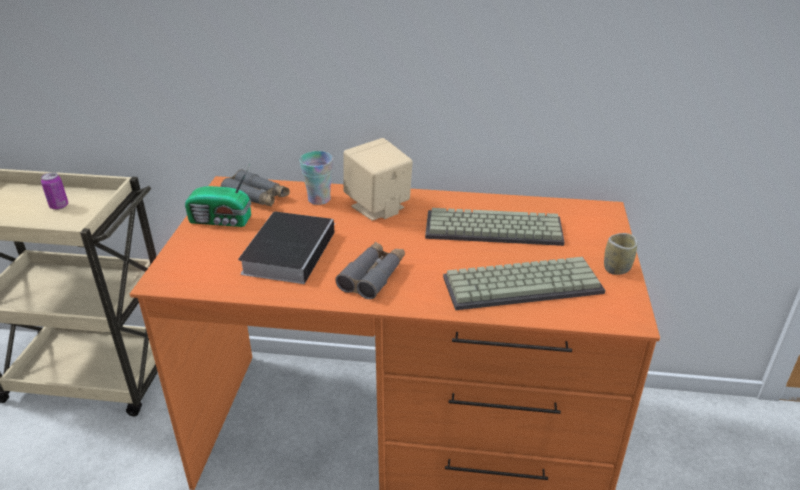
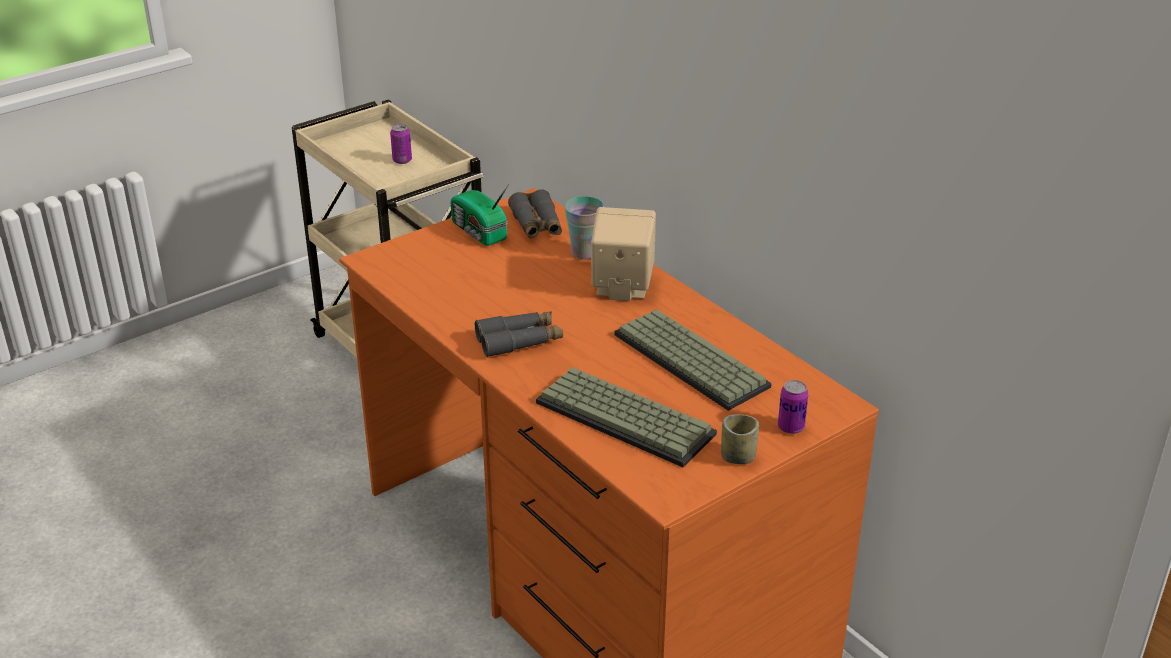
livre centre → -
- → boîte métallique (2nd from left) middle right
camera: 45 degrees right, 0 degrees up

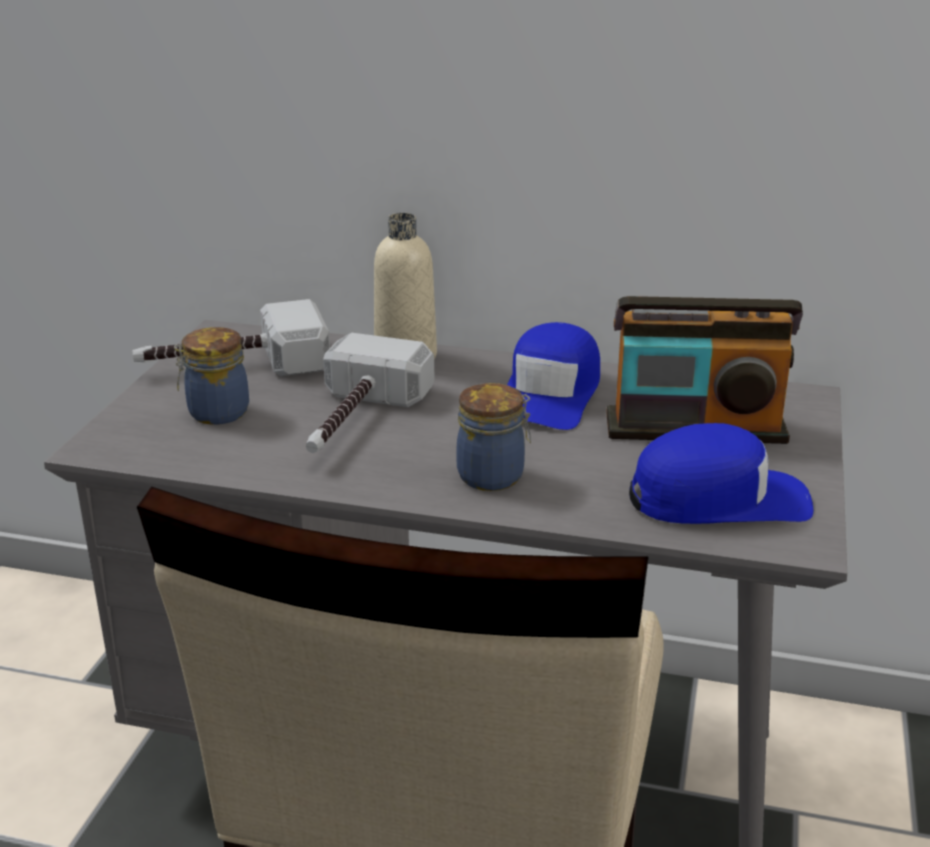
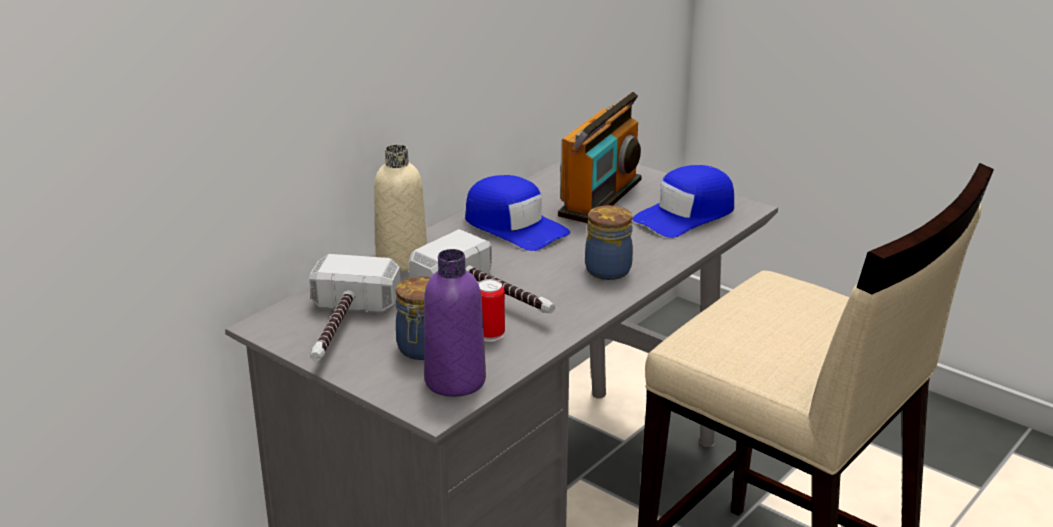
casquette (bleu) (2nd from left) middle right → casquette (bleu) (2nd from left) centre, 150 degrees counterclockwise
- → bouteille (violet) centre
- → boîte métallique centre
camera: 65 degrees left, 0 degrees up

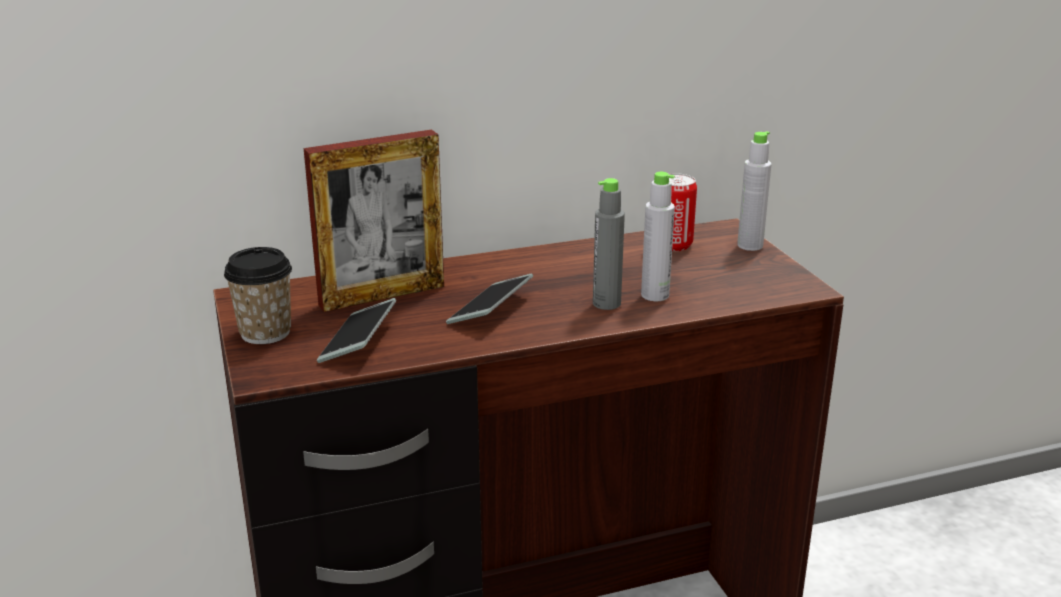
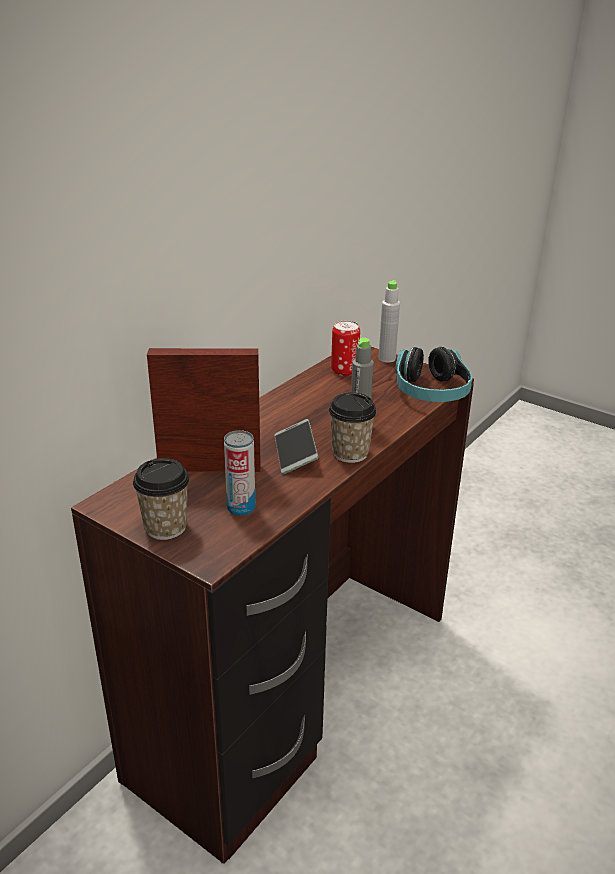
cadre photo centre → cadre photo middle left, 120 degrees counterclockwise
bouteille (gris) (2nd from left) centre → -
téléphone (1st from left) centre → boîte métallique (1st from left) centre
- → casque audio middle right
- → tasse (2nd from left) centre
camera: 35 degrees left, 5 degrees up

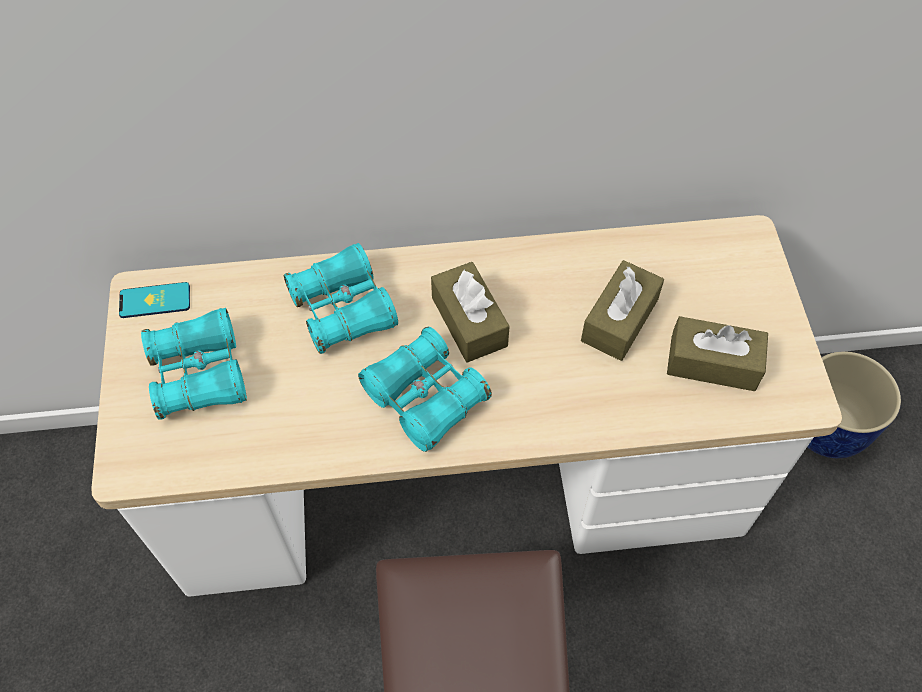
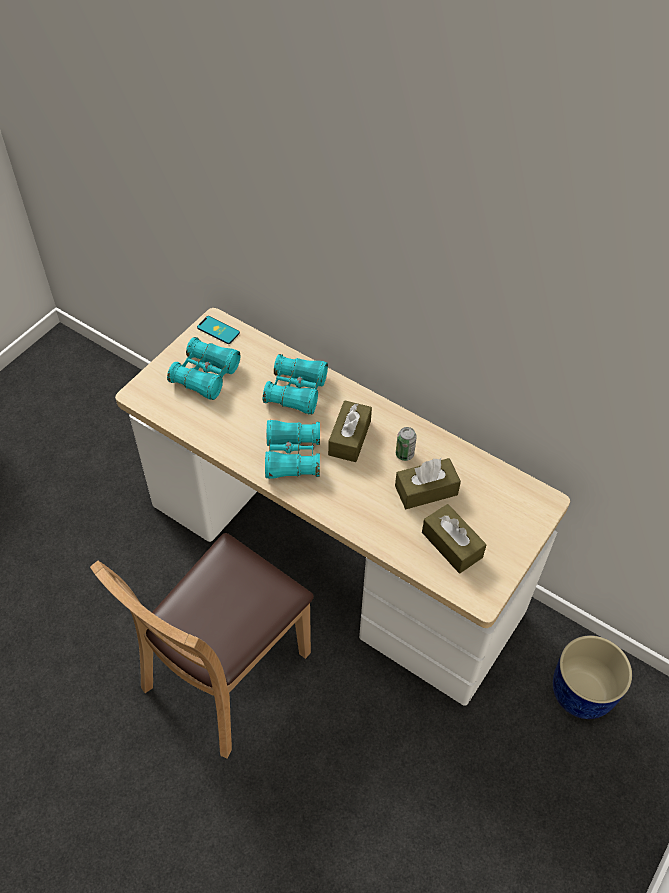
- → boîte métallique centre
camera: 40 degrees right, 5 degrees down

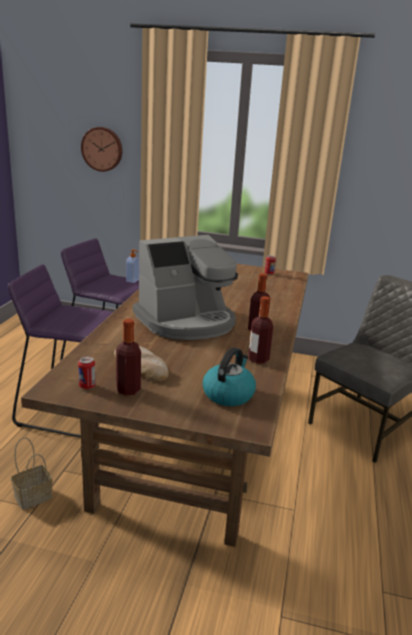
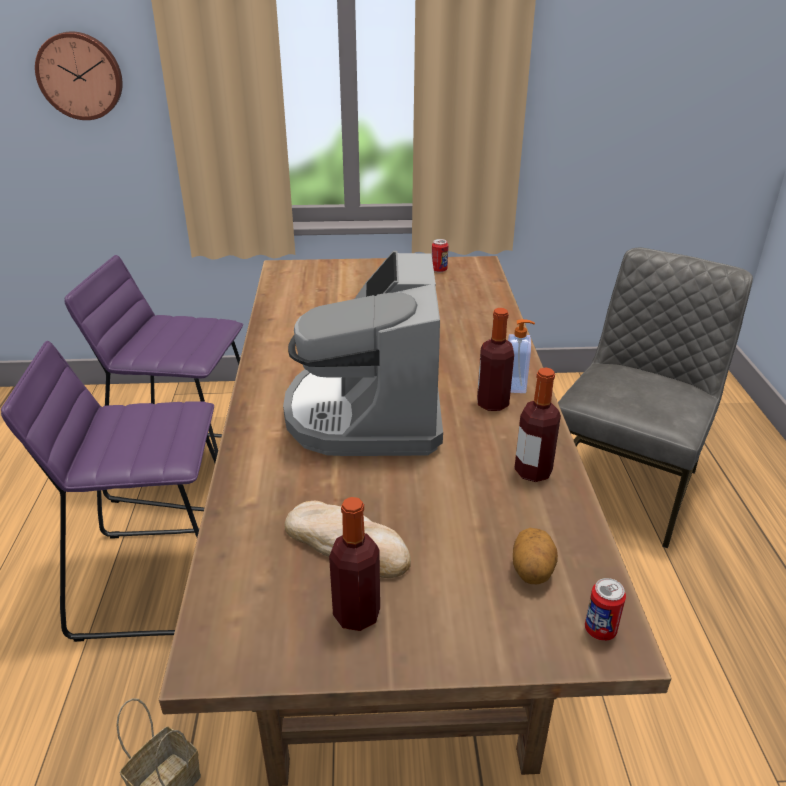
machine à café centre, 135 degrees clockwise
distributeur de savon middle left → distributeur de savon centre, moved
bouilloire centre → pomme de terre bottom right
boîte métallique (1st from left in the first image) middle left → boîte métallique (2nd from left) bottom right, moved
camera: 15 degrees left, 10 degrees up

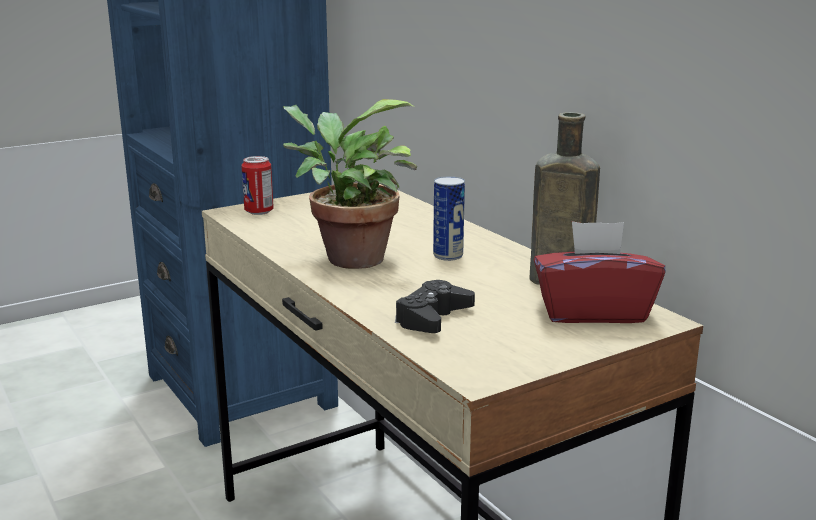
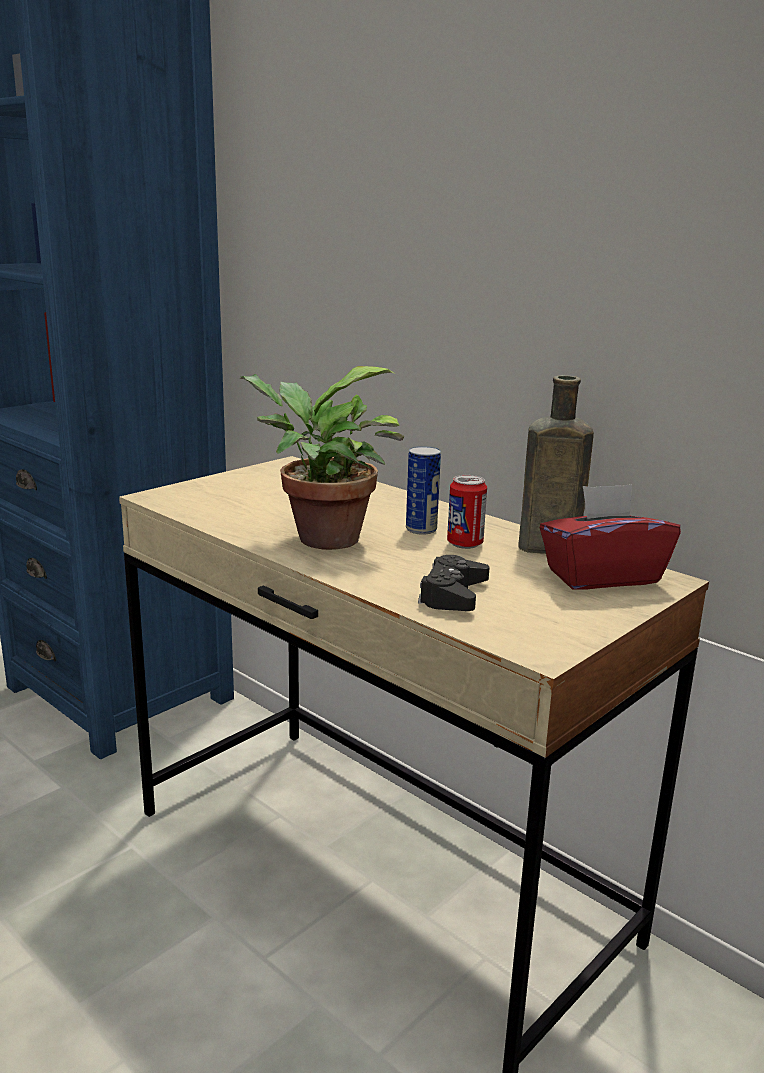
boîte métallique (1st from left in the first image) middle left → boîte métallique (2nd from left) centre, moved
camera: 15 degrees left, 0 degrees up

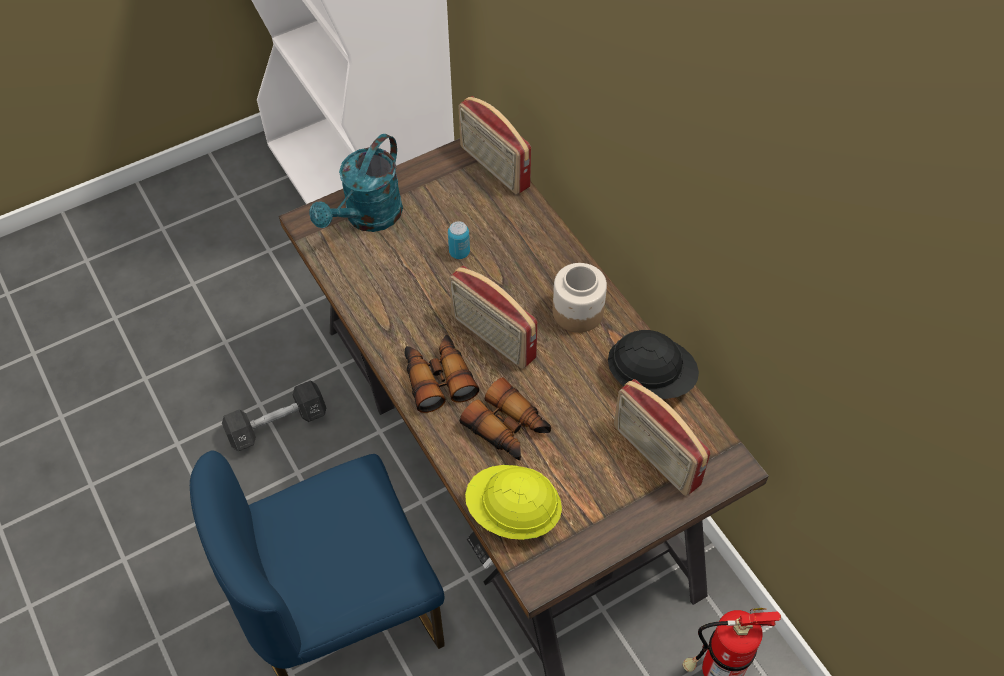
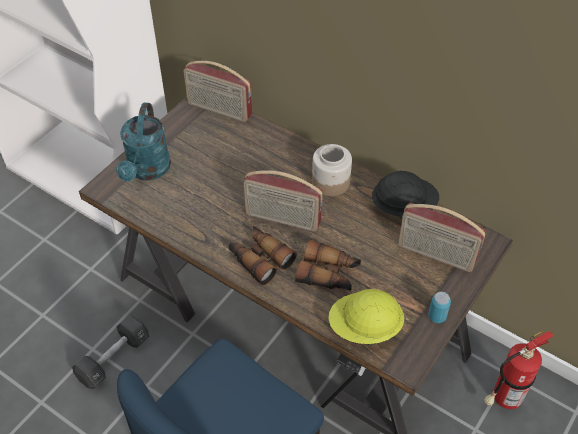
boîte métallique centre → boîte métallique bottom right, moved
camera: 25 degrees left, 5 degrees down

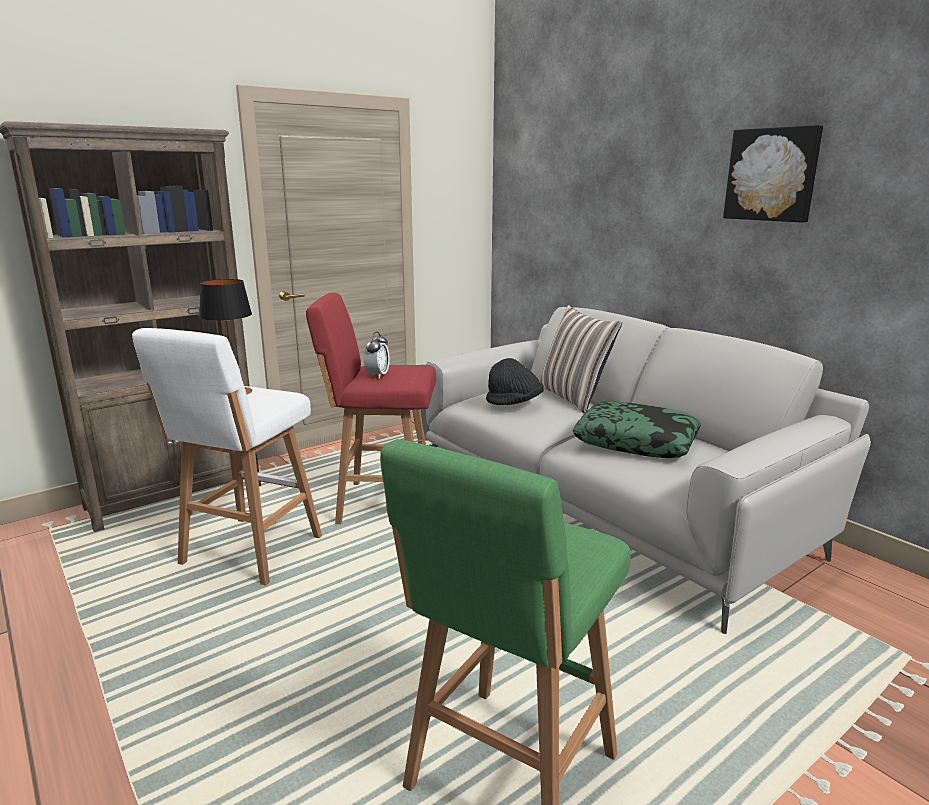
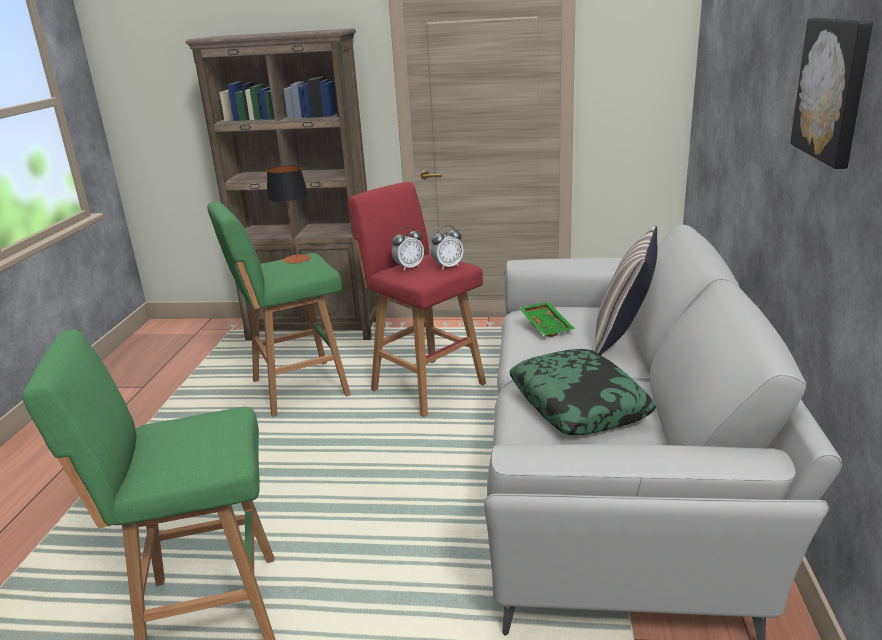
tabouret (blanc) middle left → tabouret (vert) (2nd from left) middle left
chapeau (noir) centre → plateau (vert) centre
- → réveil (2nd from left) centre
camera: 45 degrees right, 5 degrees up

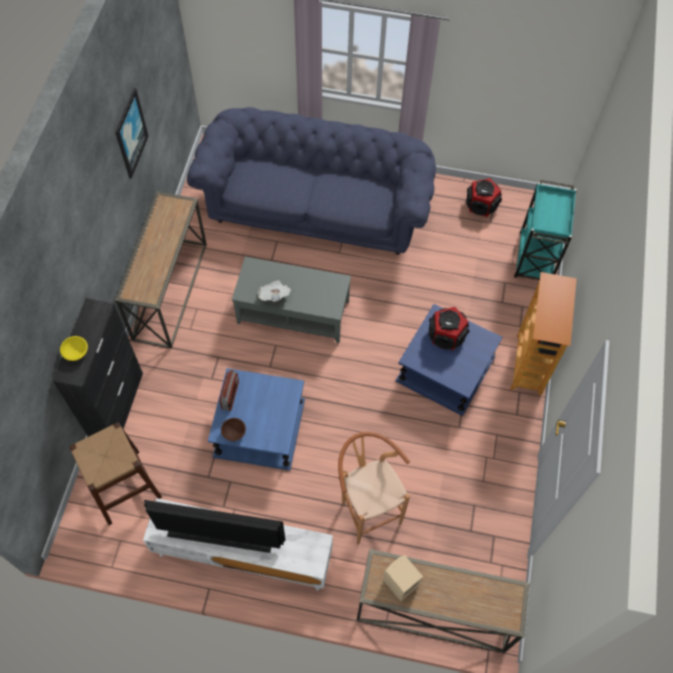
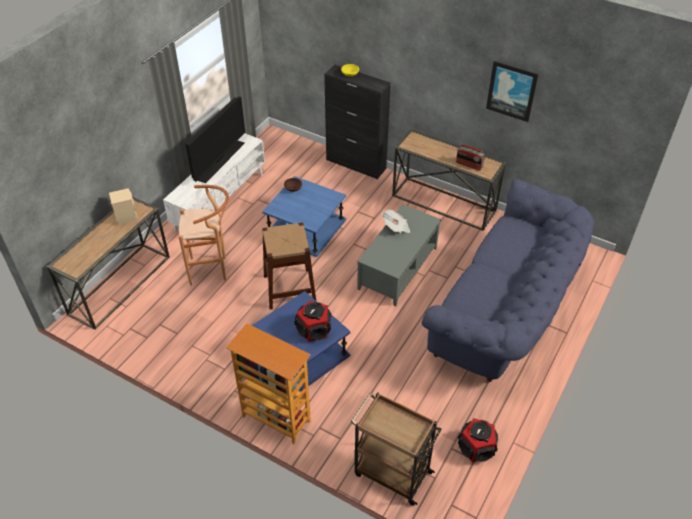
chariot (turquoise) middle right → chariot (marron) bottom centre
radio centre → radio top right, moved
tabouret (marron) (1st from left in the first image) bottom left → tabouret (marron) (2nd from left) centre, moved
camera: 110 degrees right, 15 degrees down

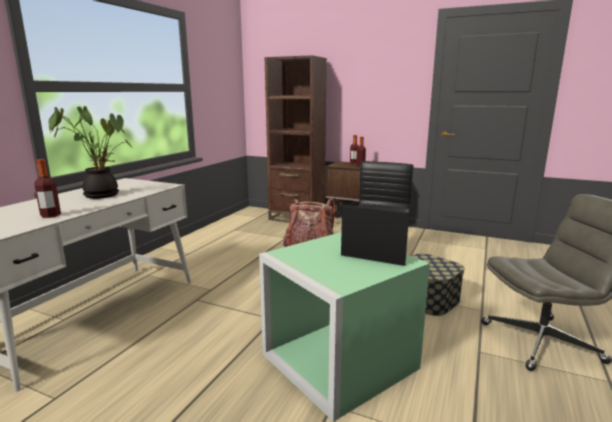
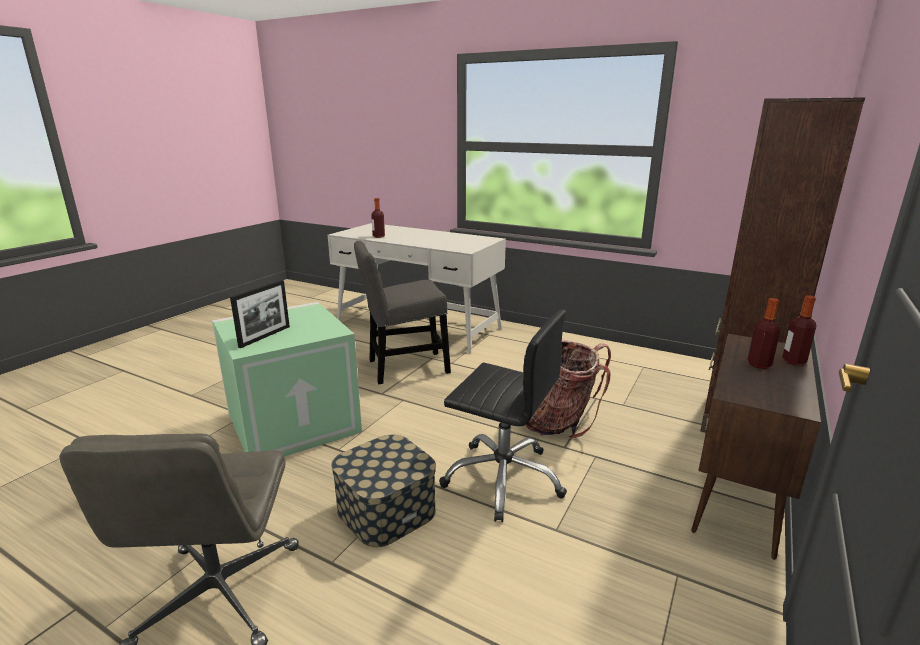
plante en pot middle left → -
- → chaise (gris) centre
camera: 95 degrees right, 5 degrees up

